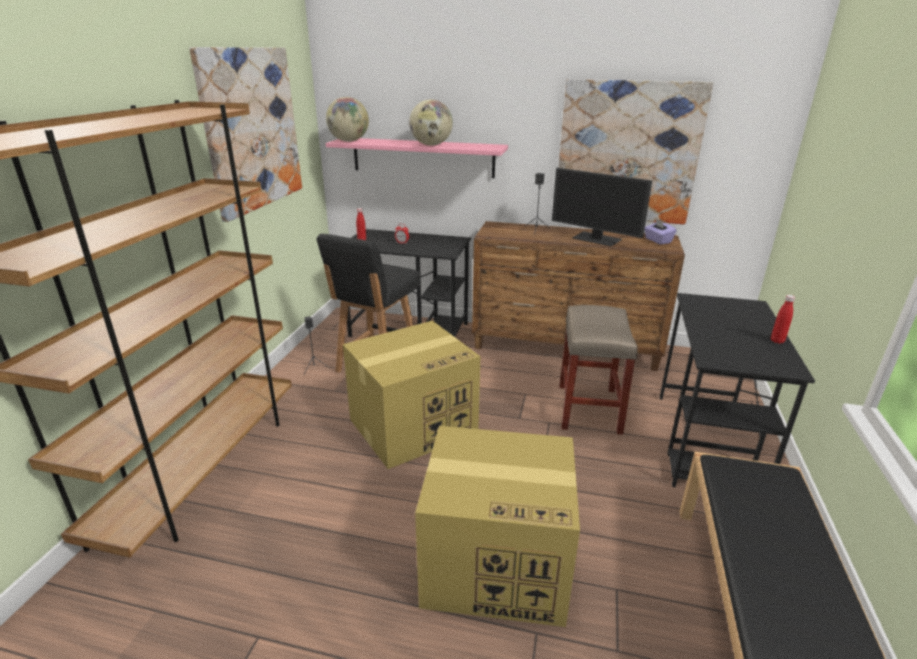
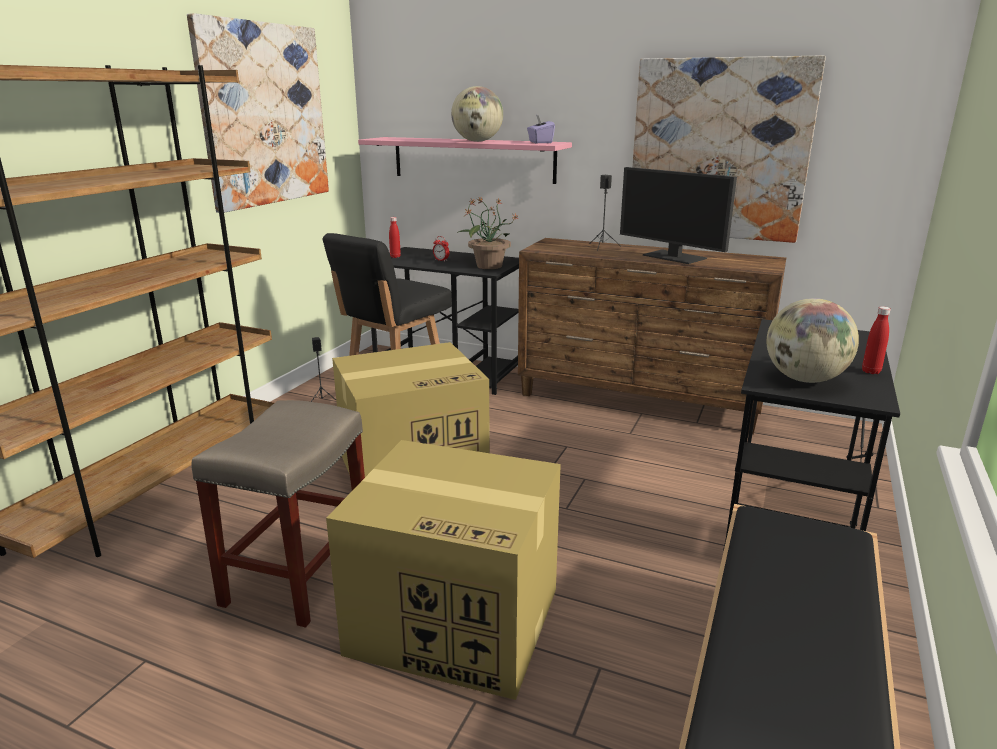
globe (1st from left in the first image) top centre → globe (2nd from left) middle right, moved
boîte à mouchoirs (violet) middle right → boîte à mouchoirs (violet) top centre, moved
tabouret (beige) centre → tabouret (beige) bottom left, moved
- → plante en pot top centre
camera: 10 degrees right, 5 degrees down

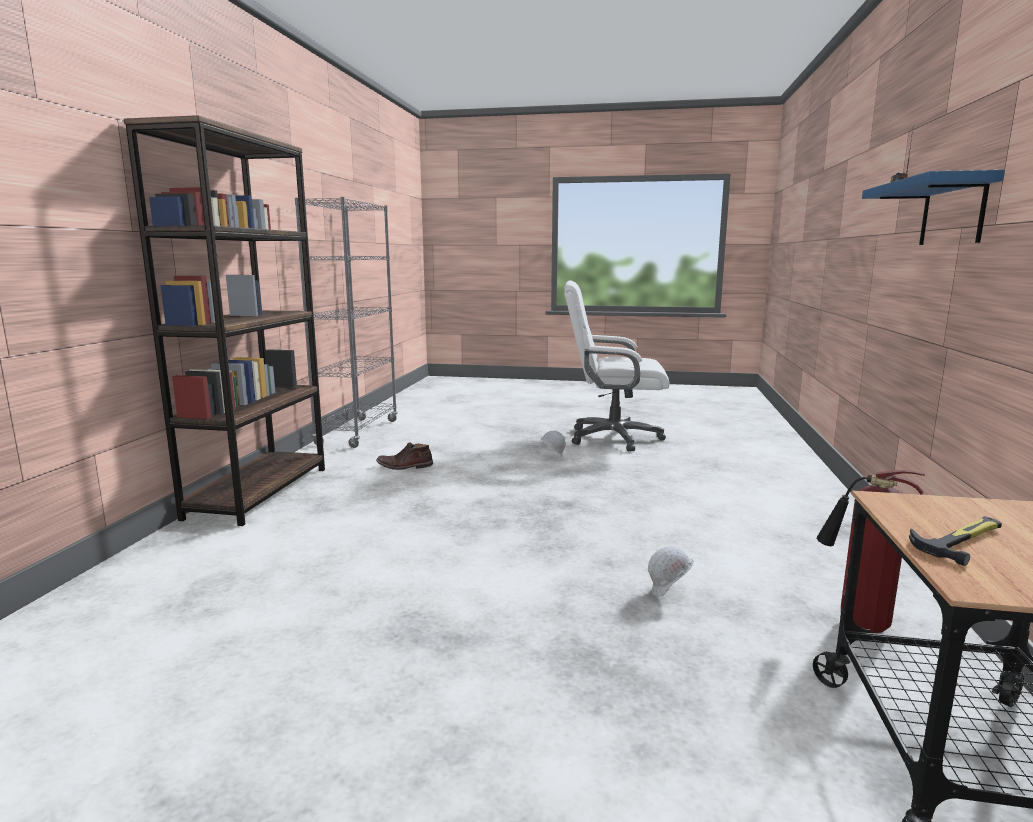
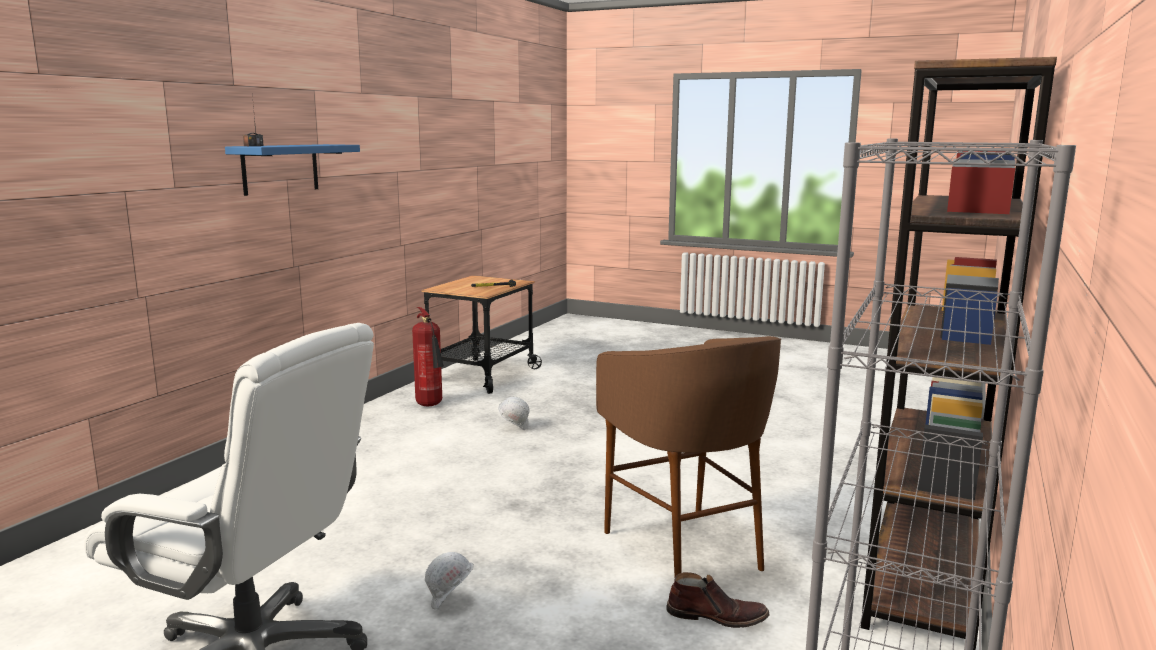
- → tabouret (marron) bottom centre
camera: 165 degrees left, 0 degrees up

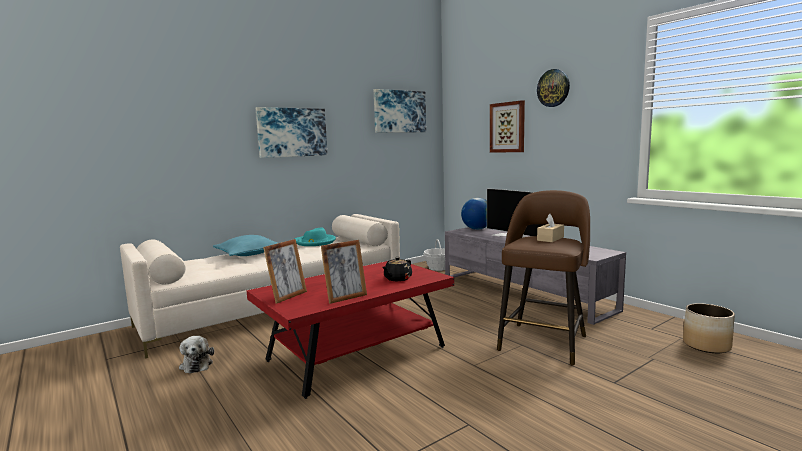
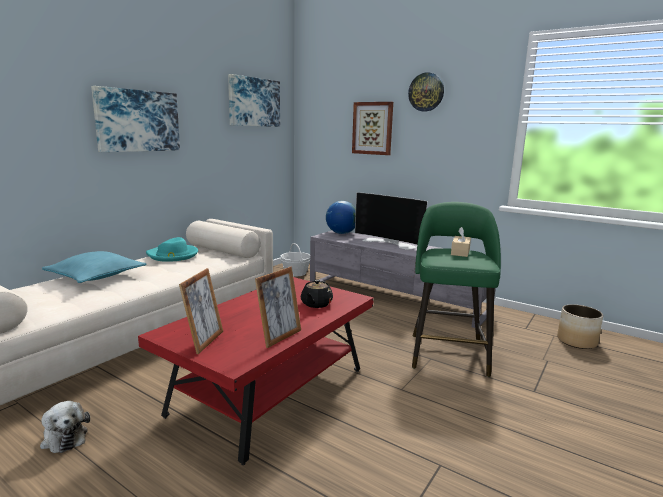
tabouret (marron) middle right → tabouret (vert) middle right
camera: 20 degrees left, 5 degrees up

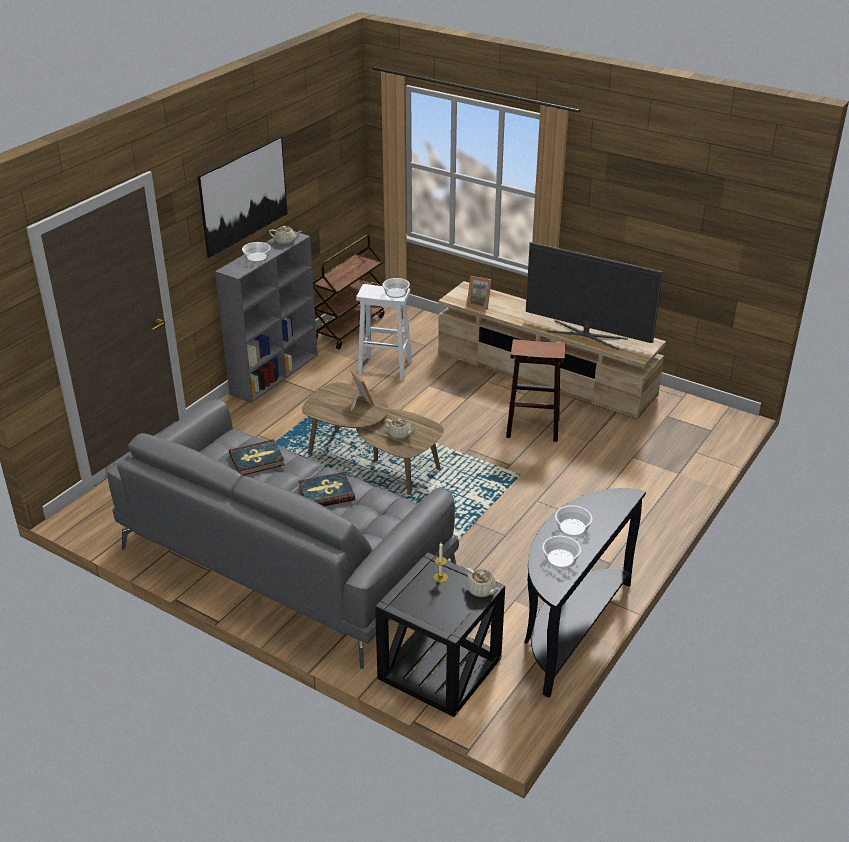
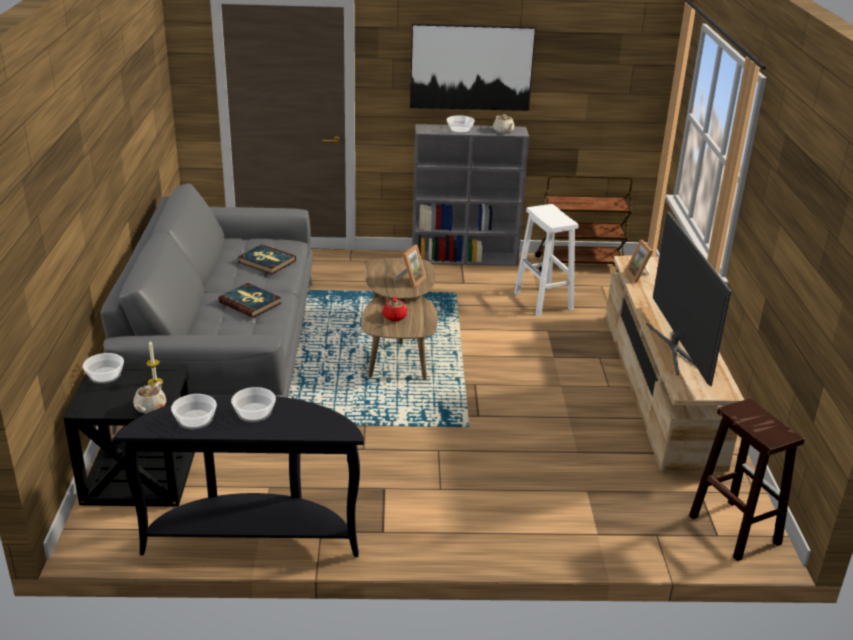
bol (2nd from left in the first image) centre → bol (1st from left) middle left, moved
tabouret (marron) centre → tabouret (marron) bottom right, moved
théière (beige) (2nd from left) centre → théière (rouge) centre
camera: 55 degrees right, 5 degrees down

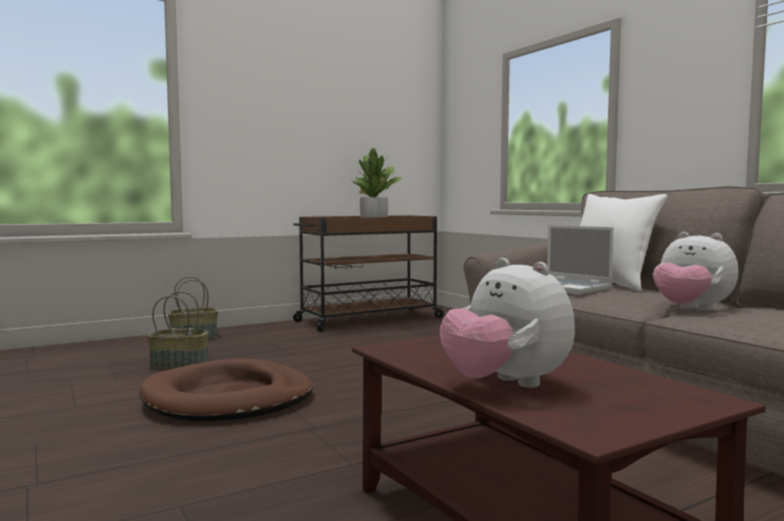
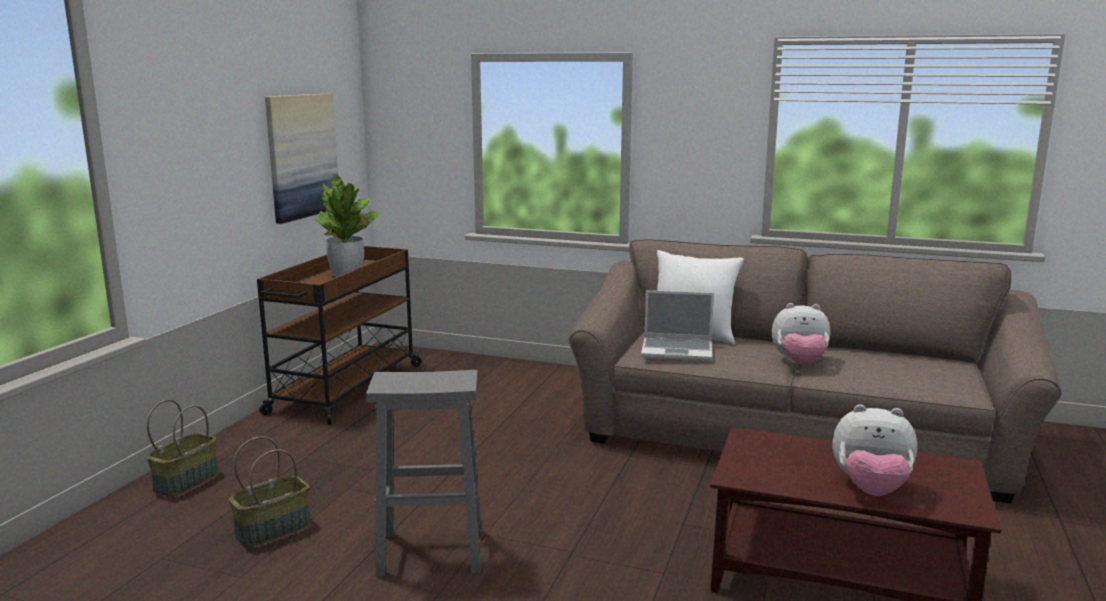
panier pour chien (marron) bottom left → tabouret (gris) bottom centre
- → tableau top left
camera: 40 degrees left, 10 degrees up

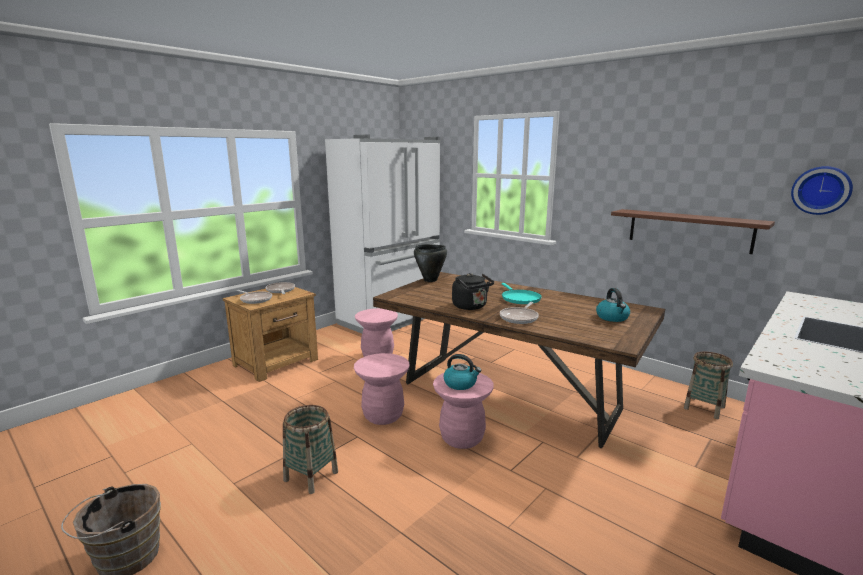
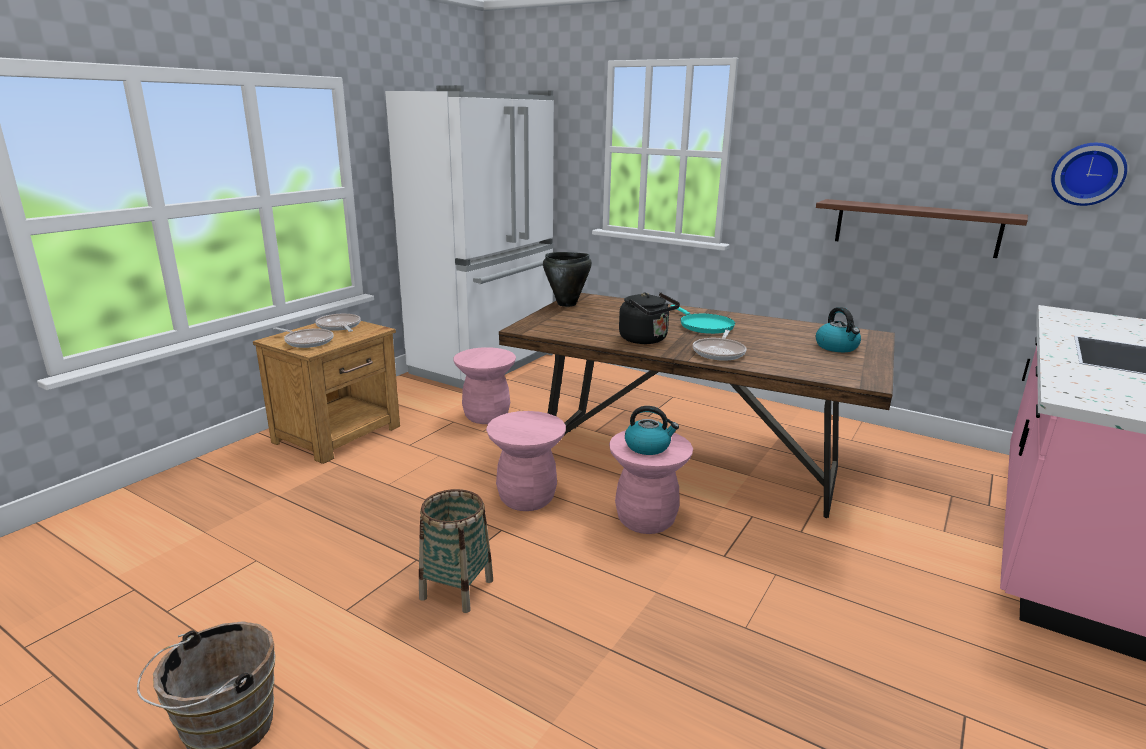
panier (2nd from left) bottom right → -
camera: 10 degrees left, 5 degrees up

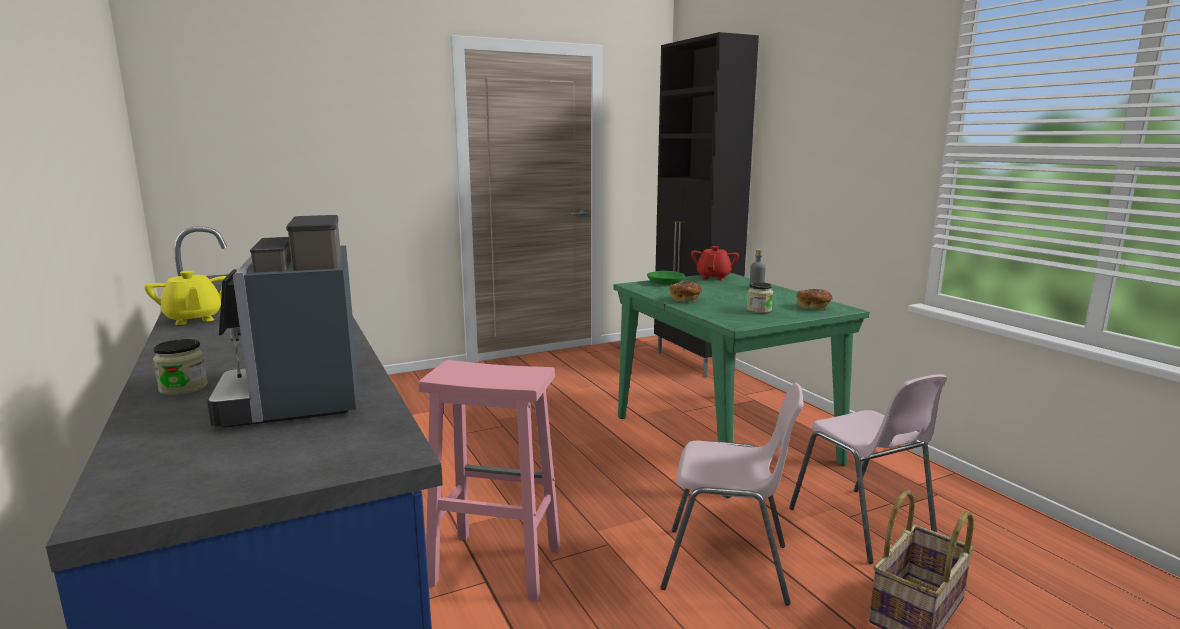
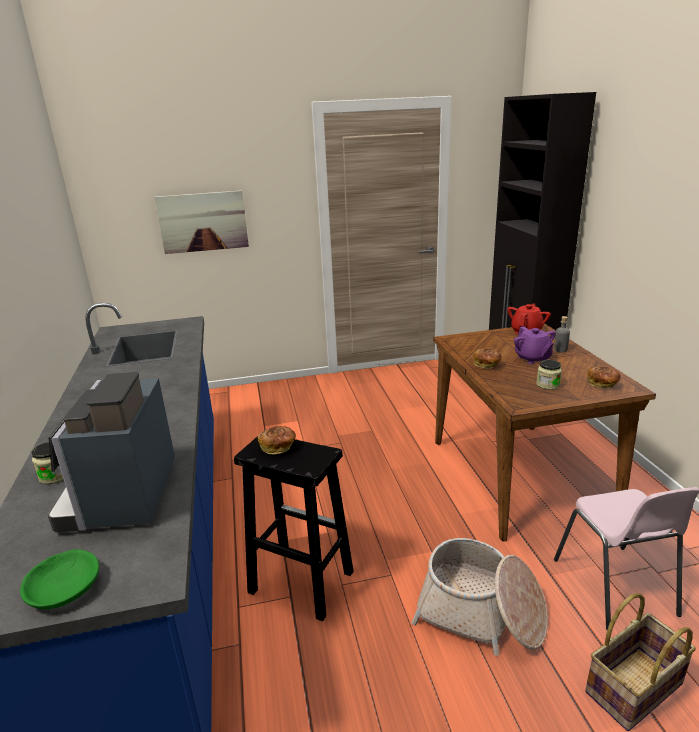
théière (jaune) middle left → -
bol (vert) centre → bol (vert) bottom left, moved
table à manger (vert) centre → table à manger (marron) middle right
tabouret (rose) bottom centre → tabouret (noir) bottom centre
chaise (rose) (1st from left) bottom centre → panier (1st from left) bottom right
- → tableau top left
- → théière (violet) middle right
- → pain (1st from left) centre
camera: 15 degrees right, 10 degrees up

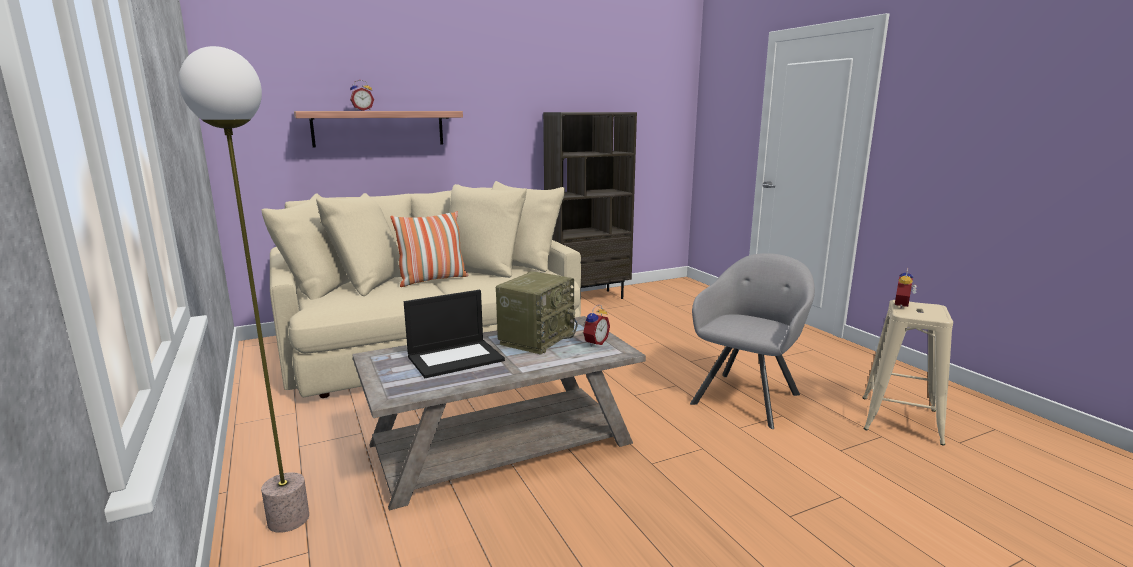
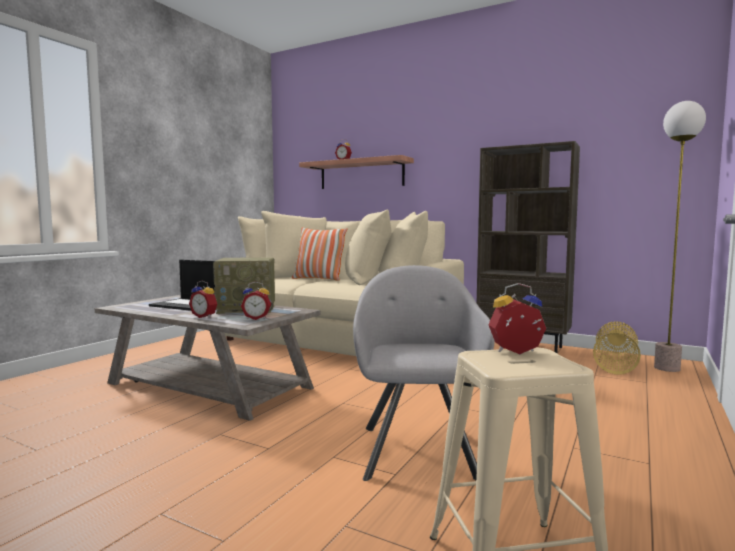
lampadaire middle left → lampadaire middle right, moved
fauteuil (gris) centre → fauteuil (gris) bottom centre, 90 degrees counterclockwise
- → réveil (1st from left) middle left
- → panier middle right
camera: 55 degrees right, 10 degrees down

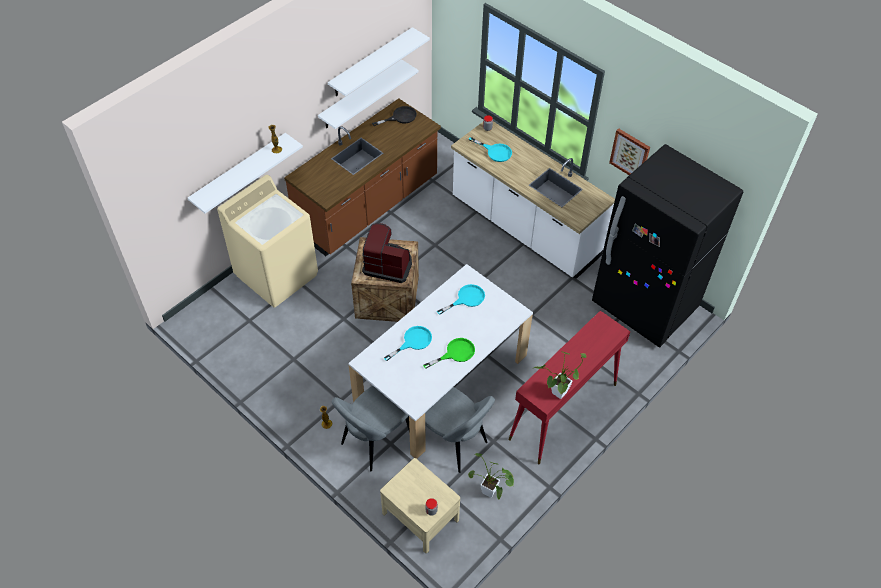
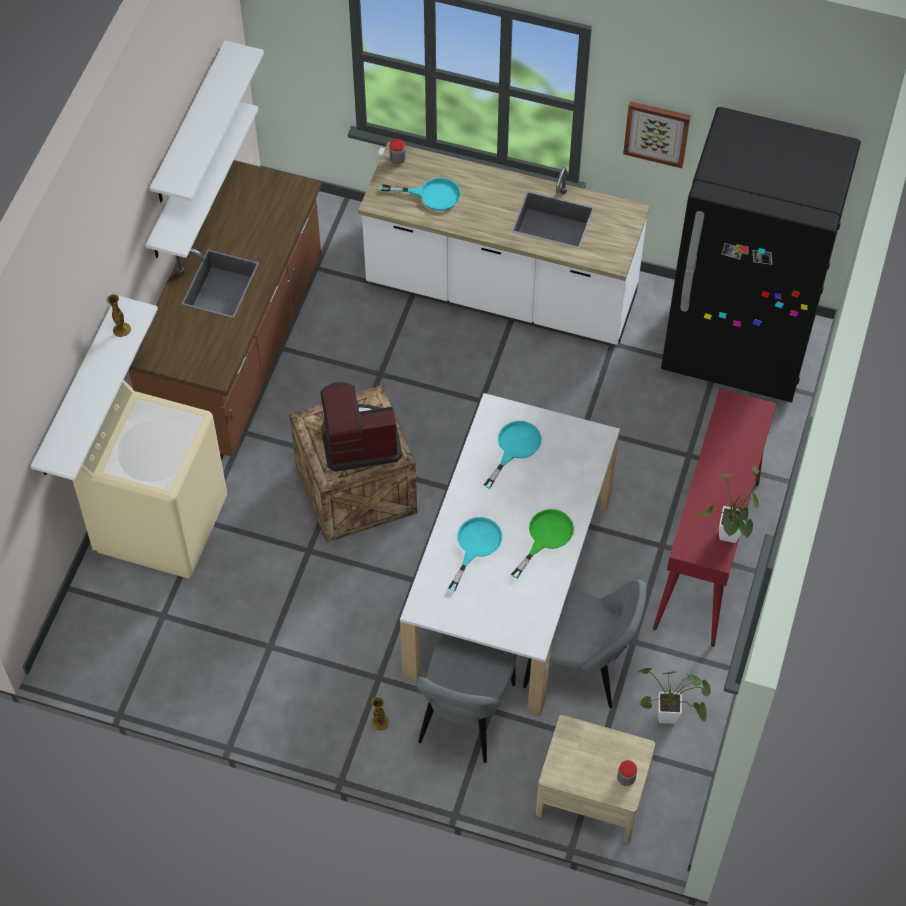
poêle (noir) top centre → -
camera: 25 degrees left, 5 degrees up

